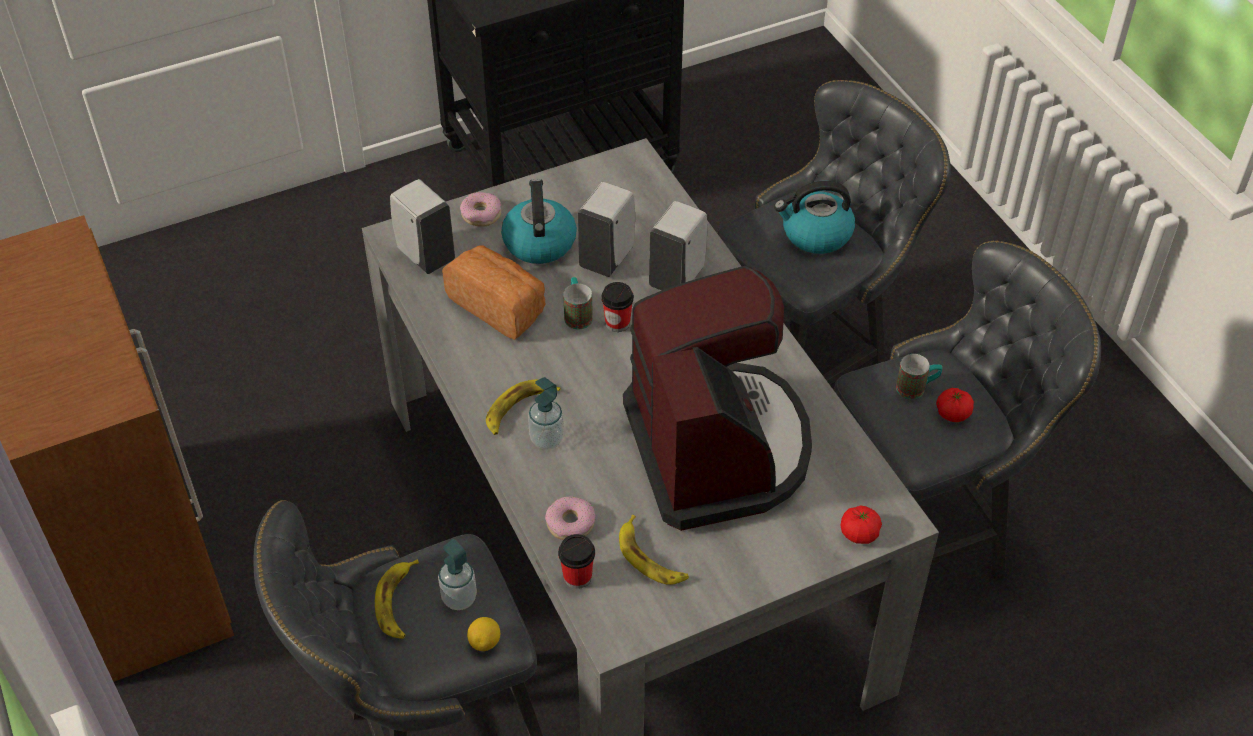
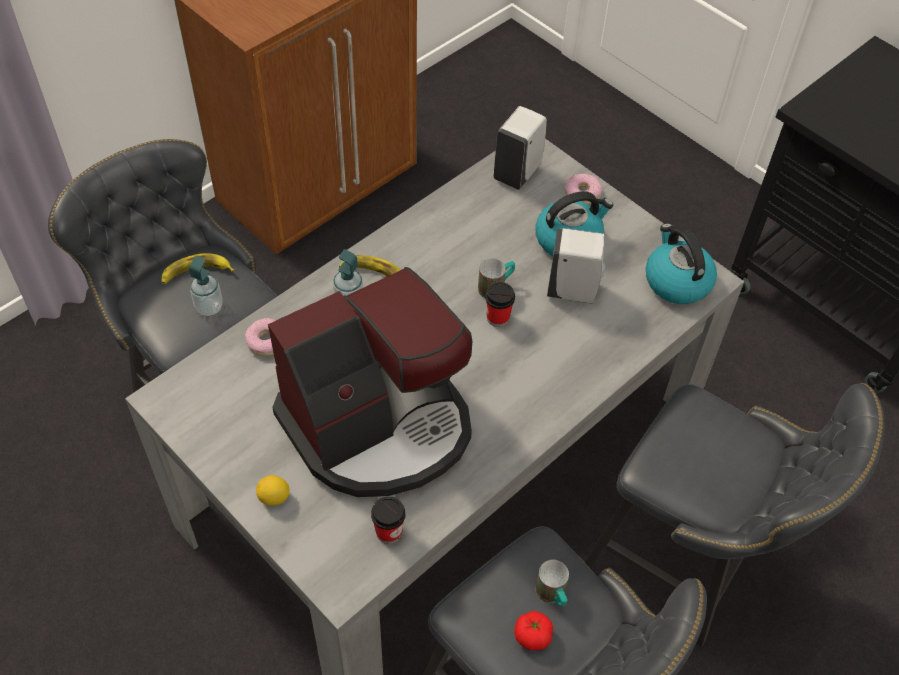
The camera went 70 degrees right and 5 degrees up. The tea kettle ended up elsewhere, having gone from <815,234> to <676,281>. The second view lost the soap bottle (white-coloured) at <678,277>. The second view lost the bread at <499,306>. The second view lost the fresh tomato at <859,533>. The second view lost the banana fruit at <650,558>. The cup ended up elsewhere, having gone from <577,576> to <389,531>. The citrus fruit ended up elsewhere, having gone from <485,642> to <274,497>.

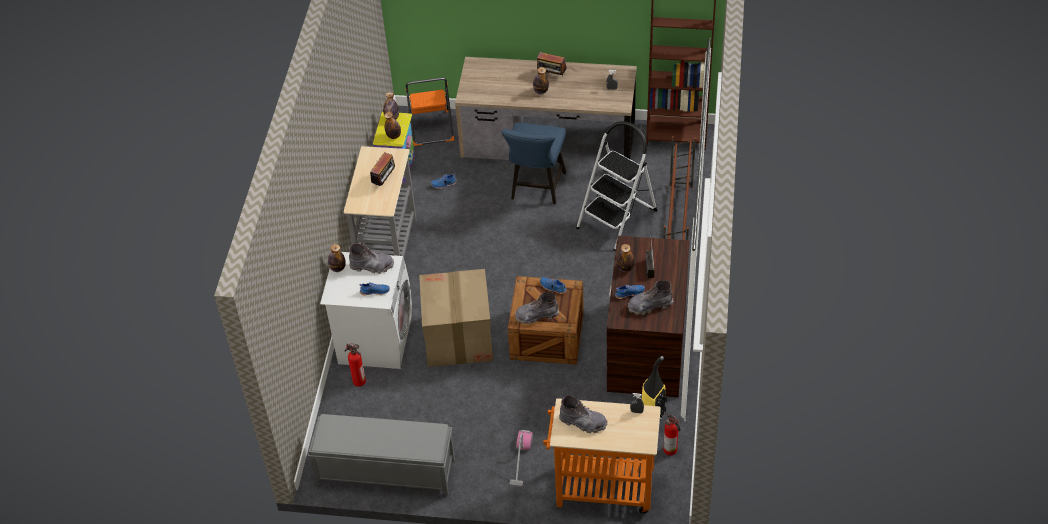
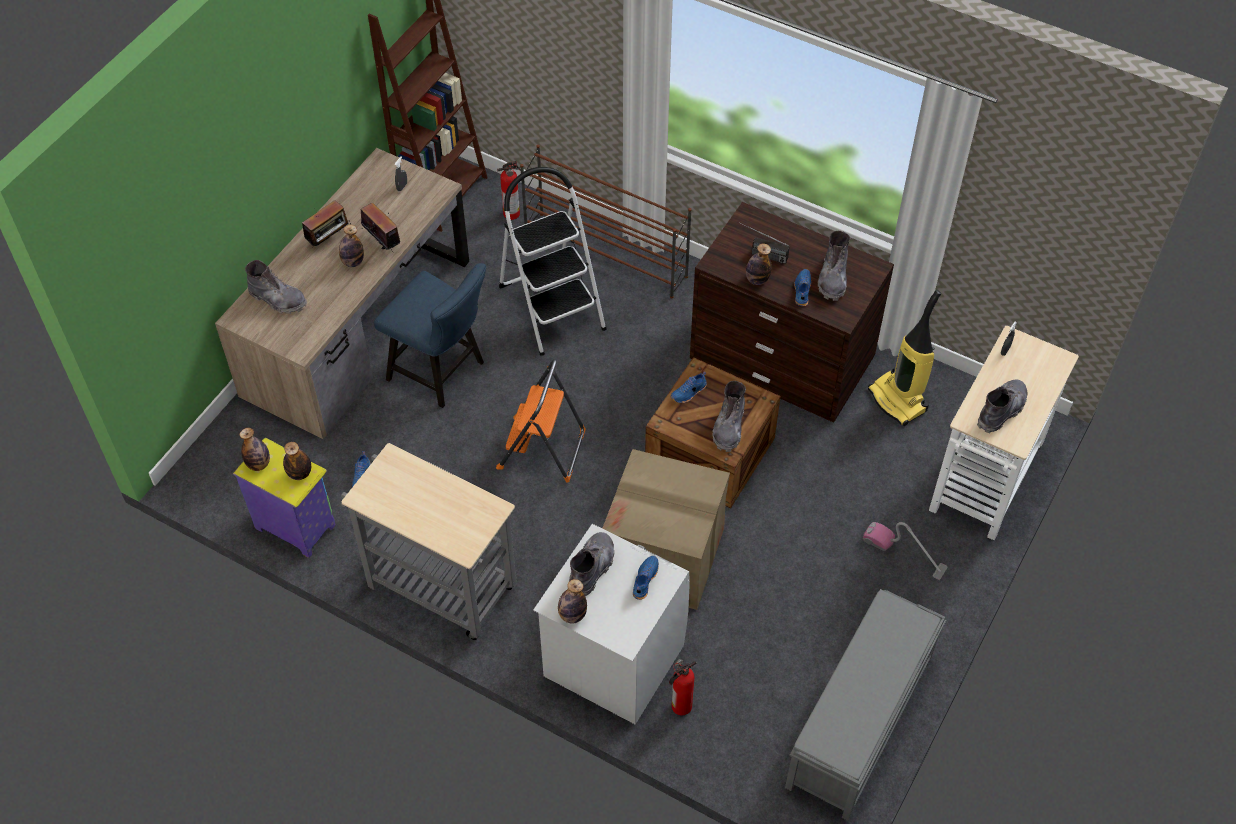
The camera went 70 degrees left and 5 degrees up. The step ladder (orange-coloured) ended up elsewhere, having gone from <431,129> to <545,450>. The radio ended up elsewhere, having gone from <384,180> to <383,242>. What was the cart (orange-coloured) at <603,489> turned into the cart (white-coloured) at <984,481>. The fire extinguisher ended up elsewhere, having gone from <671,450> to <513,213>. The second view gained the tall boot (gray) at <278,299>.

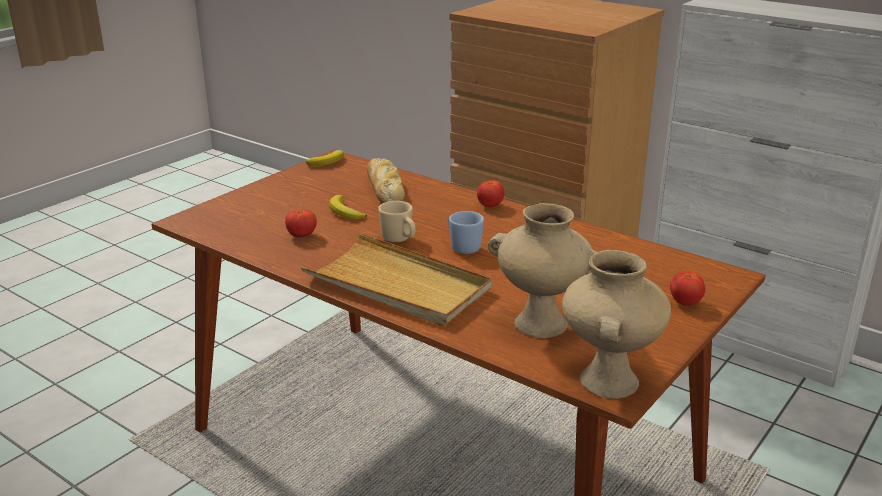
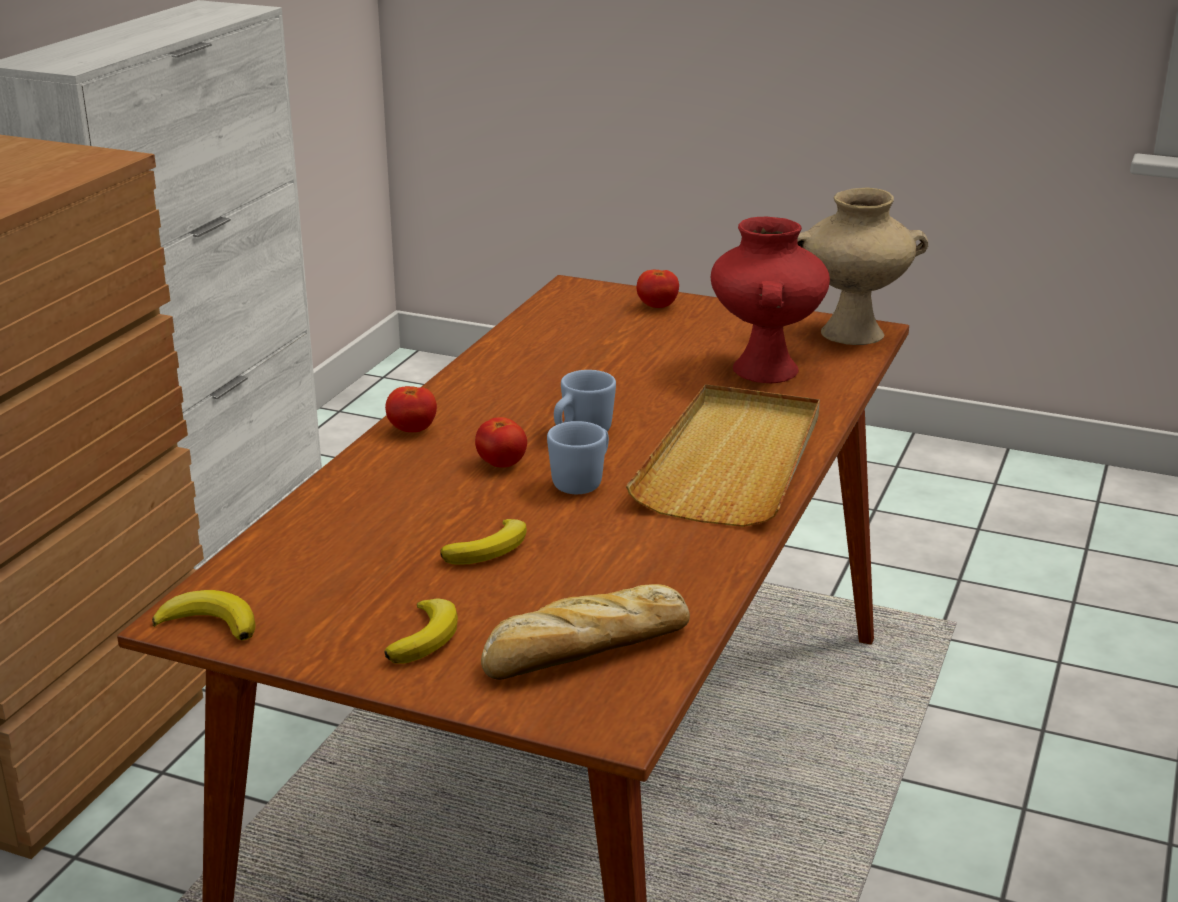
The camera went 105 degrees left and 0 degrees up. The bread ended up elsewhere, having gone from <385,189> to <583,650>. What was the tea mug (sand-coloured) at <399,240> turned into the tea mug (blue) at <583,482>. What was the flower vase (sand-coloured) at <542,323> turned into the flower vase (red) at <763,369>. The fresh tomato ended up elsewhere, having gone from <302,236> to <501,464>. The second view gained the banana fruit at <426,637>.

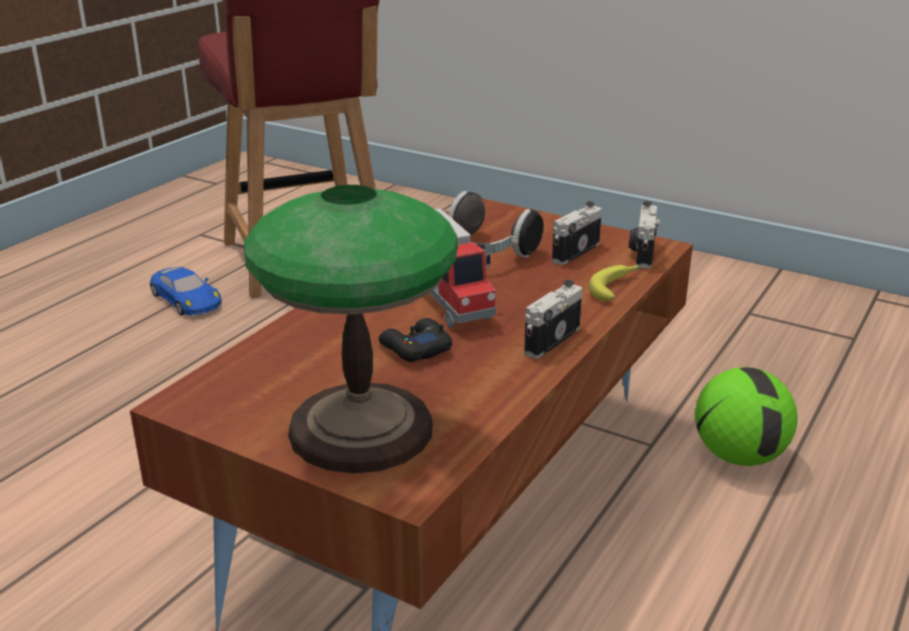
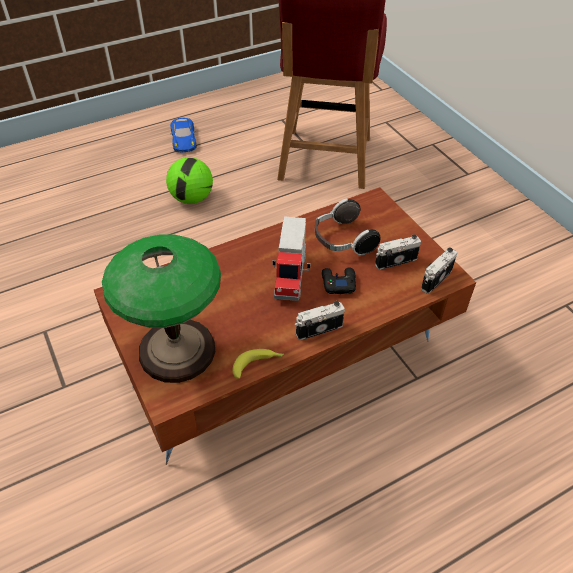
The camera went 30 degrees right and 20 degrees up. The banana fruit ended up elsewhere, having gone from <616,287> to <258,365>. The miniature car (blue) ended up elsewhere, having gone from <186,299> to <183,139>. The gamepad (black) ended up elsewhere, having gone from <415,348> to <338,283>. The football ball ended up elsewhere, having gone from <739,456> to <191,198>.

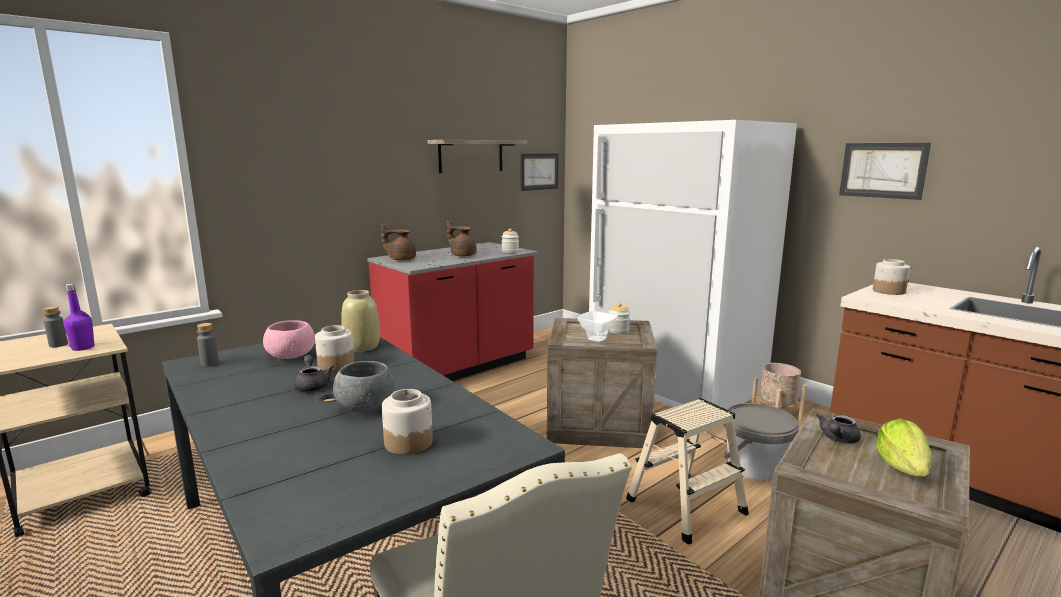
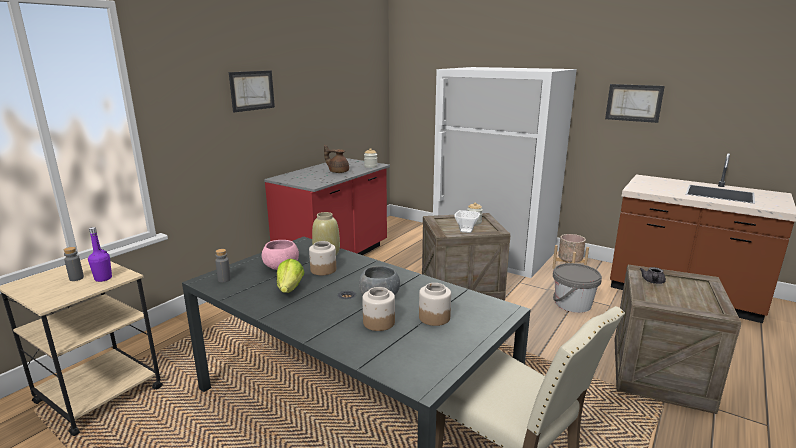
The camera went 15 degrees left and 5 degrees up. The second view lost the bracket shelf at <471,156>. The picture ended up elsewhere, having gone from <539,171> to <252,90>. The second view lost the teapot (brownish) at <401,259>. The jar ended up elsewhere, having gone from <888,291> to <378,322>. The second view lost the teapot (gray) at <312,385>. The second view lost the step ladder (sand-coloured) at <686,506>. The head of lettuce ended up elsewhere, having gone from <902,468> to <290,289>.

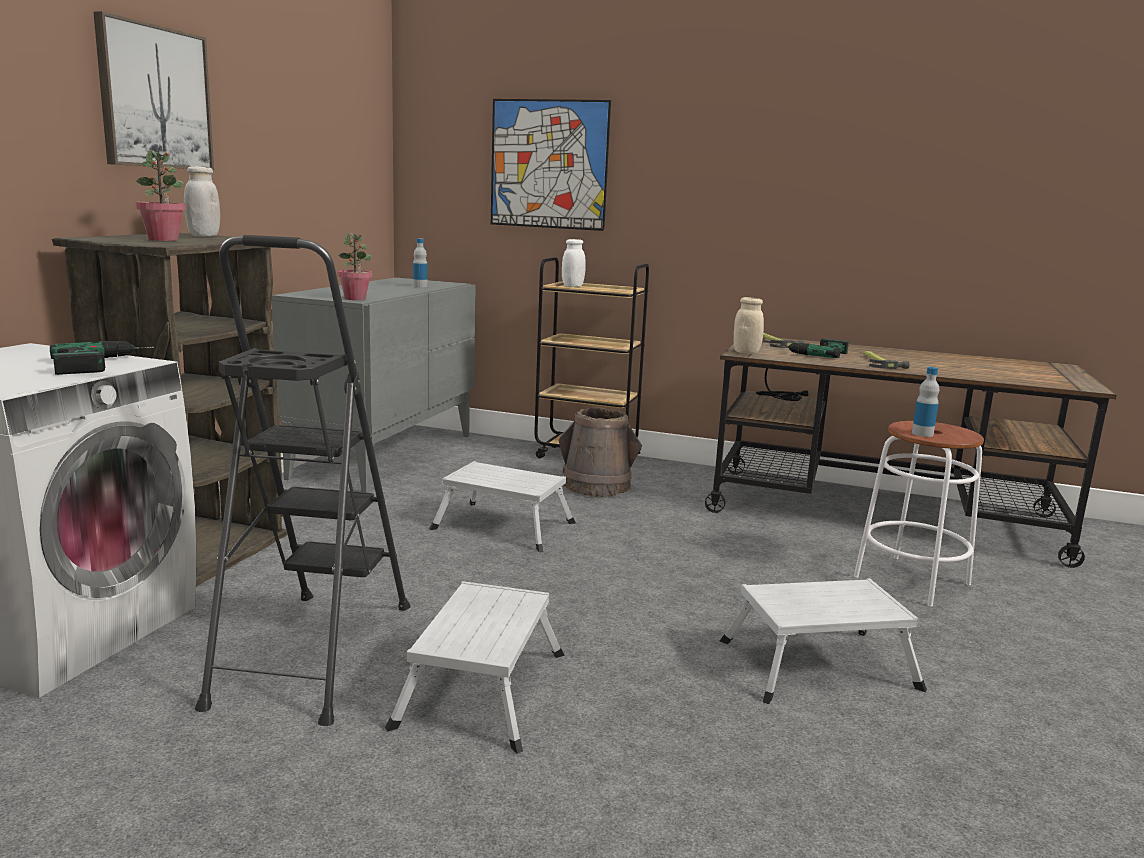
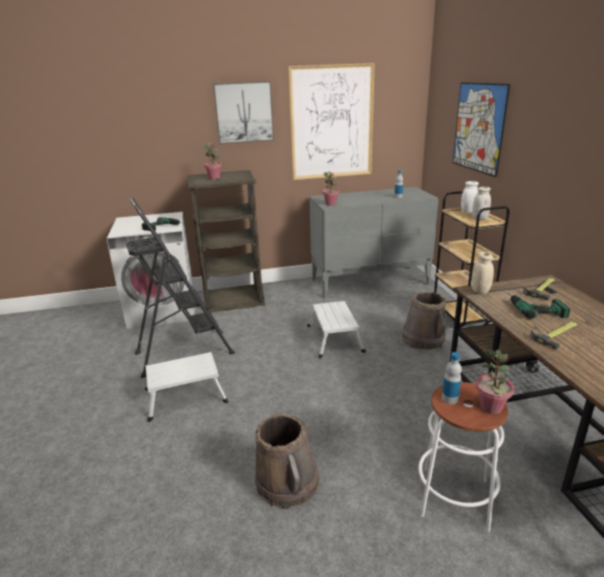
The camera went 60 degrees right and 10 degrees up. The jar (white-coloured) ended up elsewhere, having gone from <203,236> to <479,219>. Where the step ladder (white-coloured) stood at <817,664>, the pail (brownish) came to stand at <287,482>. The second view gained the picture at <331,123>. The second view gained the potted plant at <491,407>.

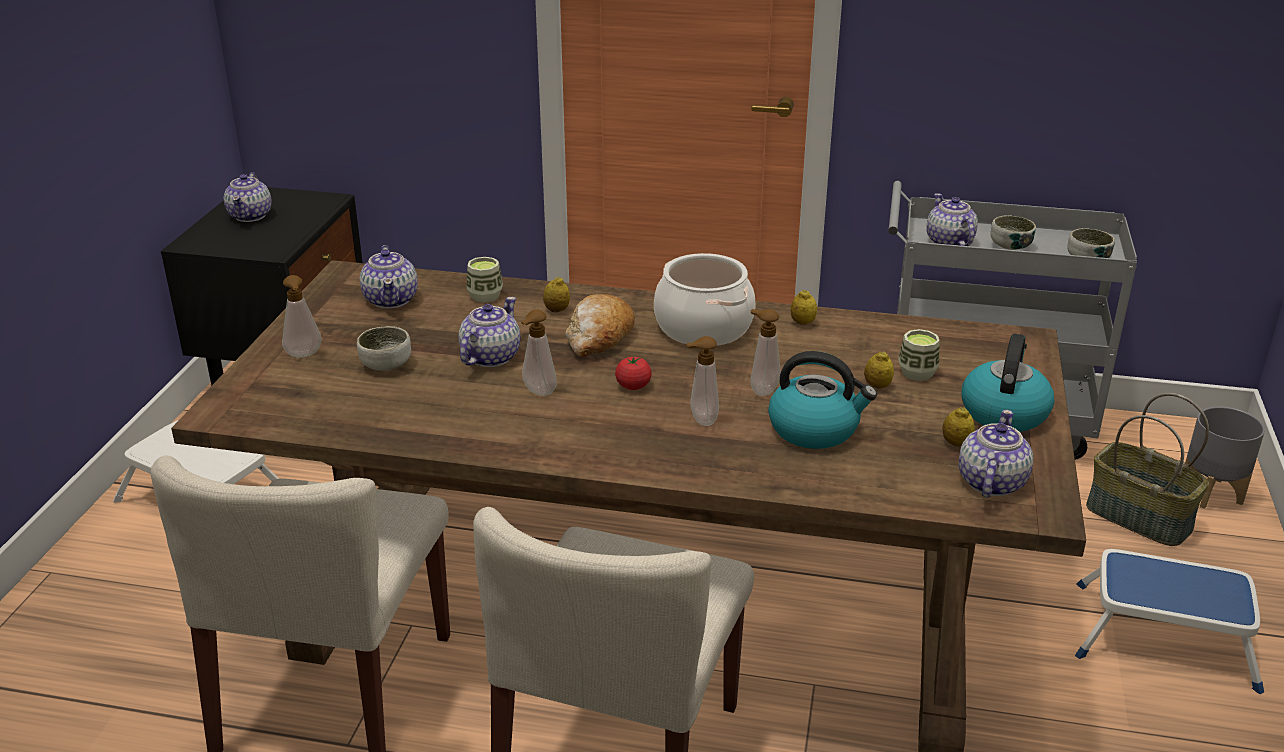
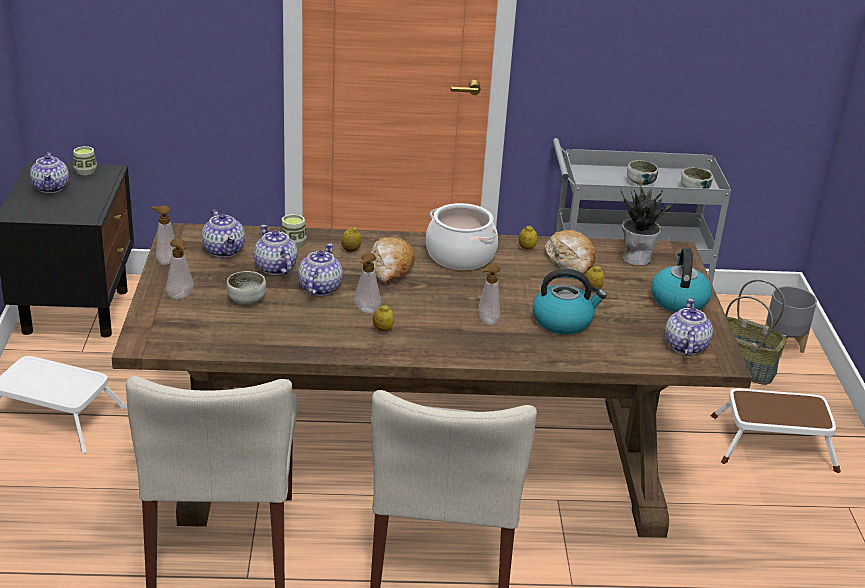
The camera went 15 degrees left and 0 degrees up. The teapot ended up elsewhere, having gone from <949,242> to <275,268>. The soap bottle ended up elsewhere, having gone from <761,390> to <165,261>. The cup ended up elsewhere, having gone from <917,373> to <85,171>. The second view lost the fresh tomato at <633,386>. The citrus fruit ended up elsewhere, having gone from <956,443> to <383,329>. What was the step ladder (blue) at <1164,635> turned into the step ladder (brownish) at <773,443>. The second view gained the potted plant at <636,258>. The second view gained the bread at <571,260>.

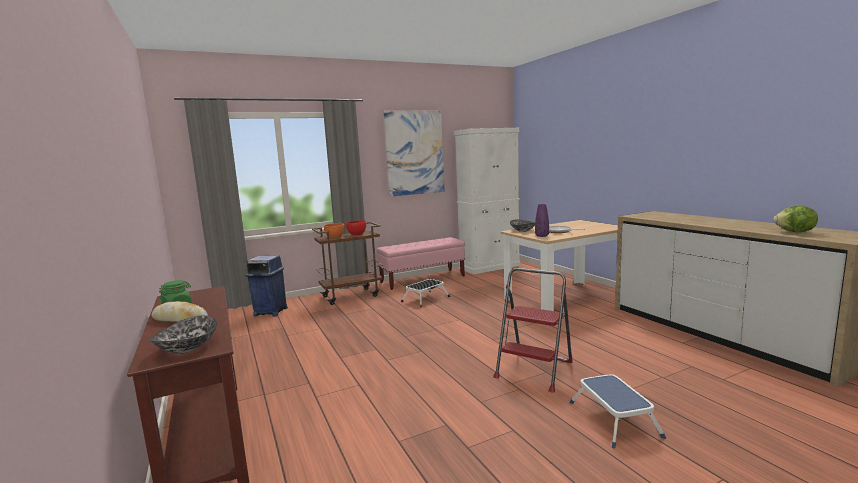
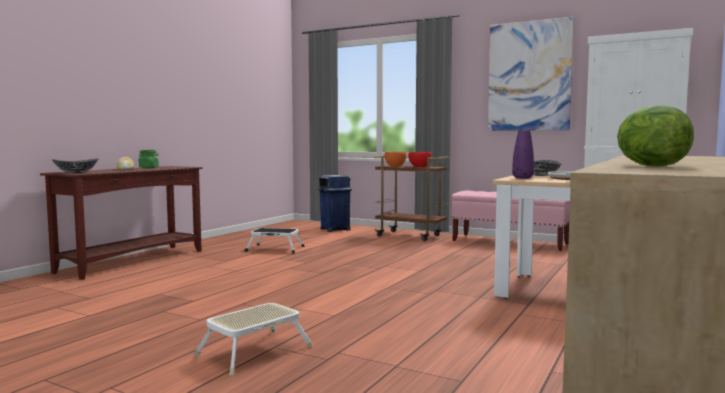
The camera went 55 degrees right and 5 degrees down. The second view lost the step ladder (red) at <536,368>. The step ladder (black) ended up elsewhere, having gone from <426,299> to <275,249>. What was the step ladder (blue) at <614,419> turned into the step ladder (sand-coloured) at <255,351>.

